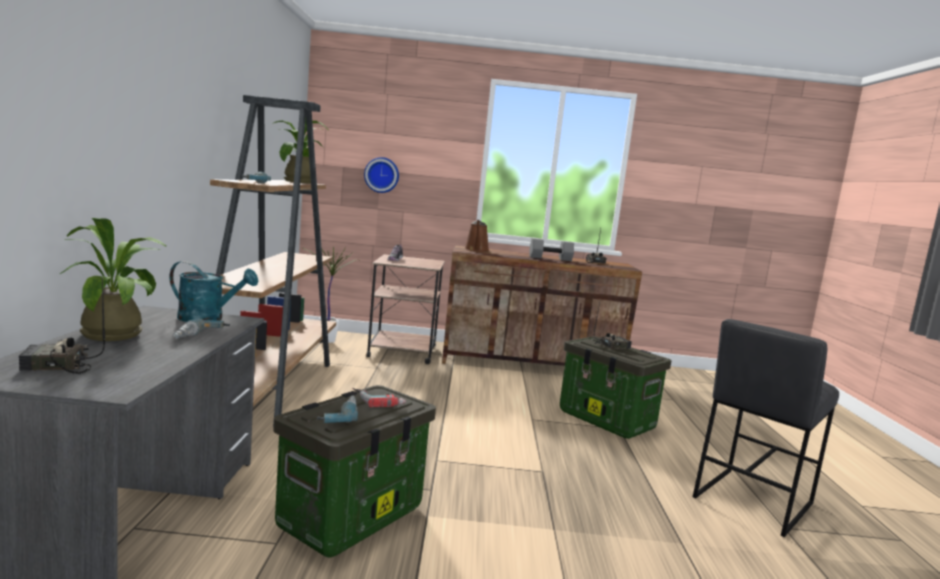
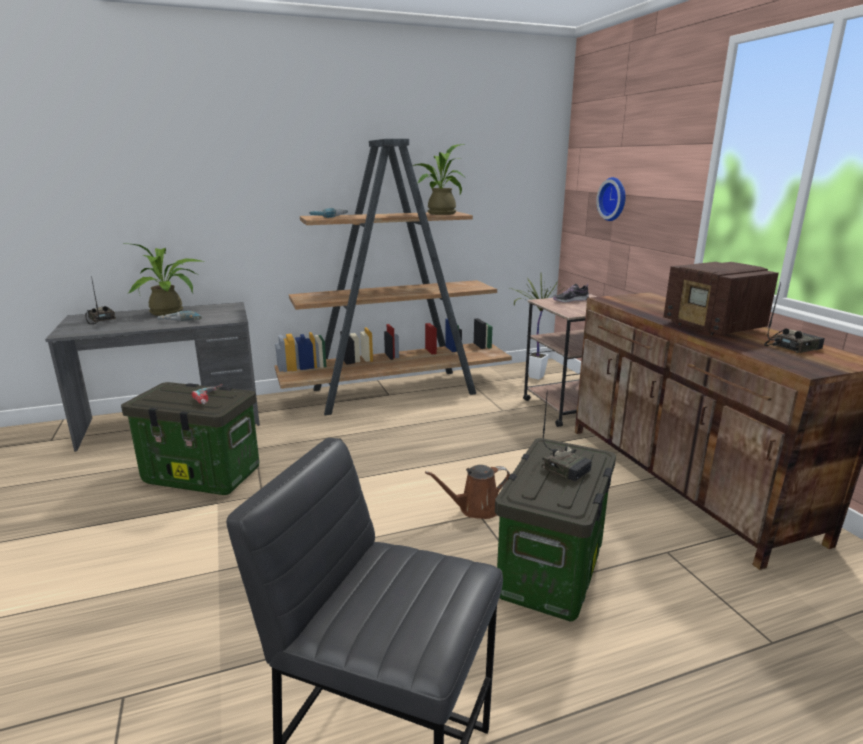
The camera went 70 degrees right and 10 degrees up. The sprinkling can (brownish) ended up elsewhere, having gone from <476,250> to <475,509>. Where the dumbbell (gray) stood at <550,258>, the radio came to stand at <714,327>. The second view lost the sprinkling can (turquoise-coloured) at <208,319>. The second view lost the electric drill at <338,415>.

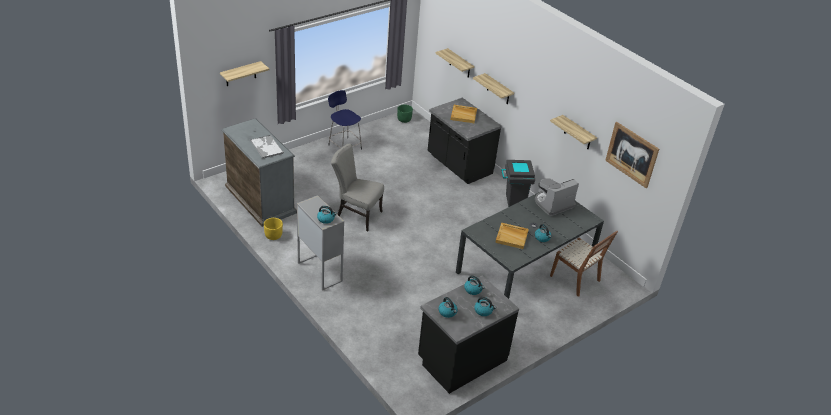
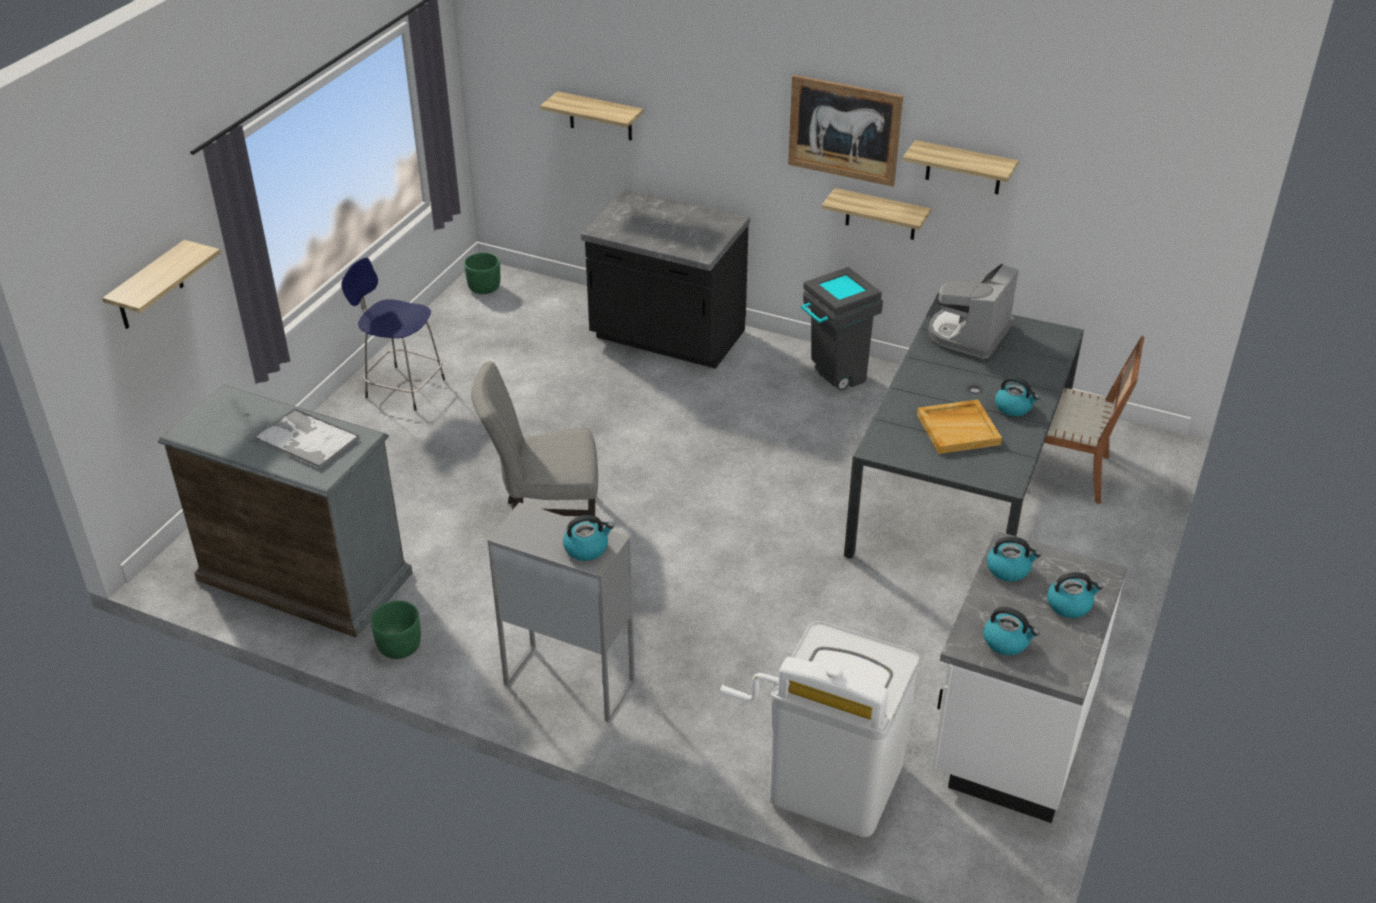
The camera went 25 degrees left and 0 degrees up. The bracket shelf ended up elsewhere, having gone from <498,89> to <881,215>. The second view lost the serving tray (sand-coloured) at <464,115>. The picture ended up elsewhere, having gone from <632,154> to <844,130>. What was the plant pot (yellowish) at <273,236> turned into the plant pot (green-coloured) at <399,647>. What was the counter (black) at <461,359> turned into the counter (white-coloured) at <1010,735>. The second view gained the laundry machine (white-coloured) at <832,784>.

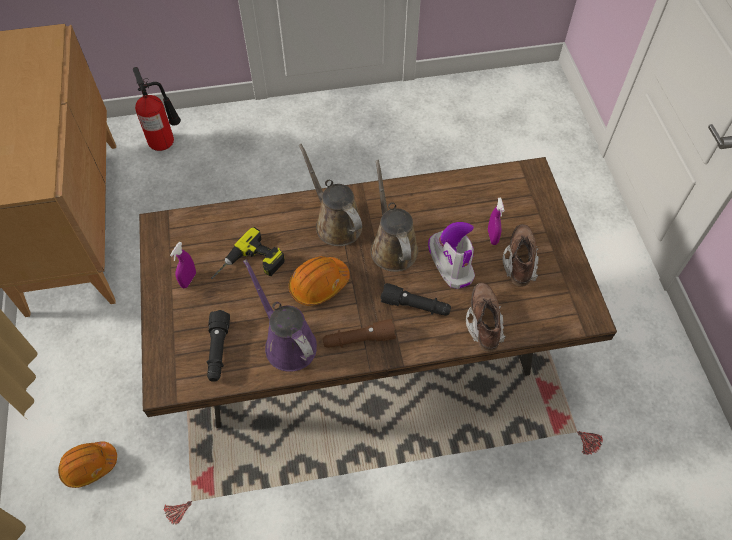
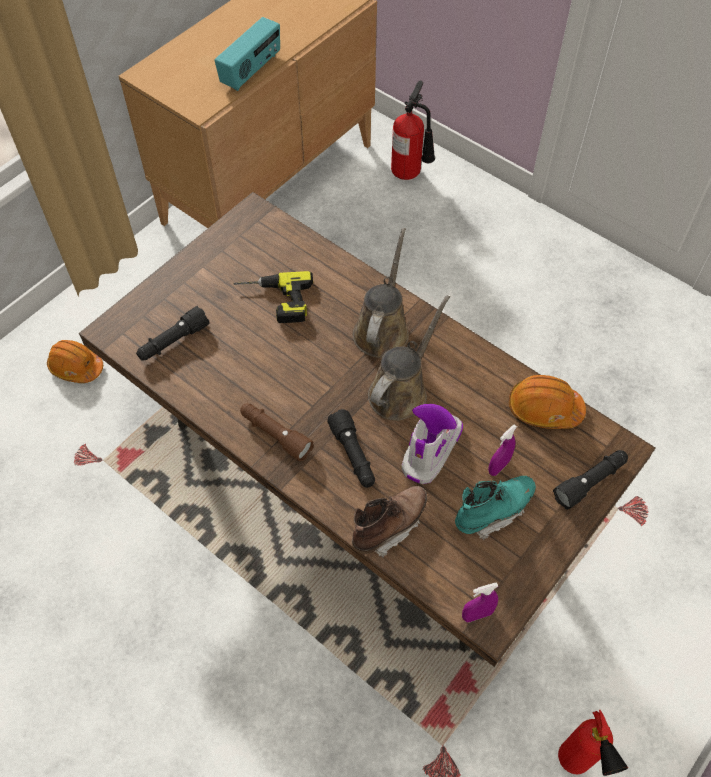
The camera went 50 degrees right and 0 degrees up. What was the tall boot (brownish) at <519,262> turned into the tall boot (turquoise-coloured) at <493,511>. The spray bottle (purple) ended up elsewhere, having gone from <188,280> to <477,615>. The hard hat (orange-coloured) ended up elsewhere, having gone from <318,285> to <544,408>. The second view lost the sprinkling can (purple) at <287,343>. The second view gained the radio at <251,71>. The second view gained the flashlight (black) at <590,482>. The second view gained the fire extinguisher at <576,766>.

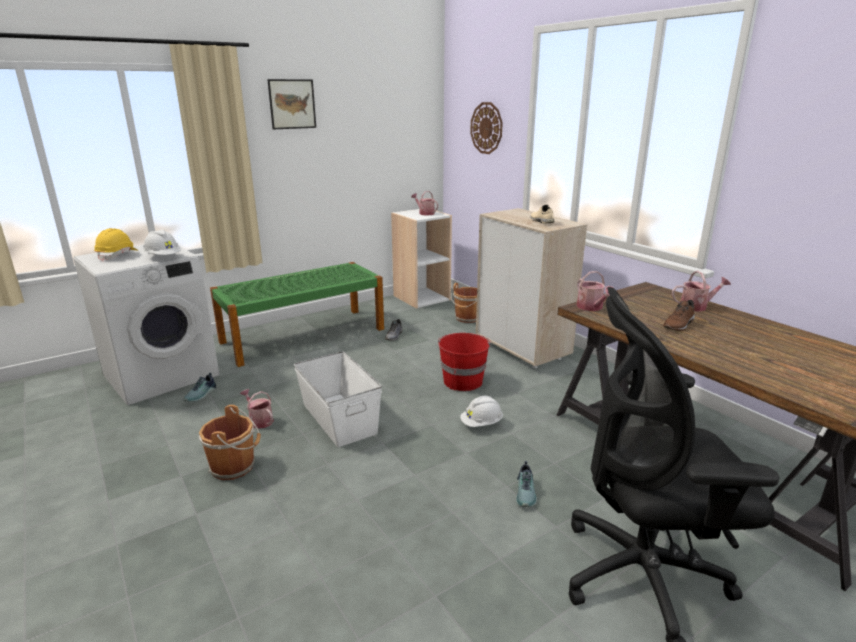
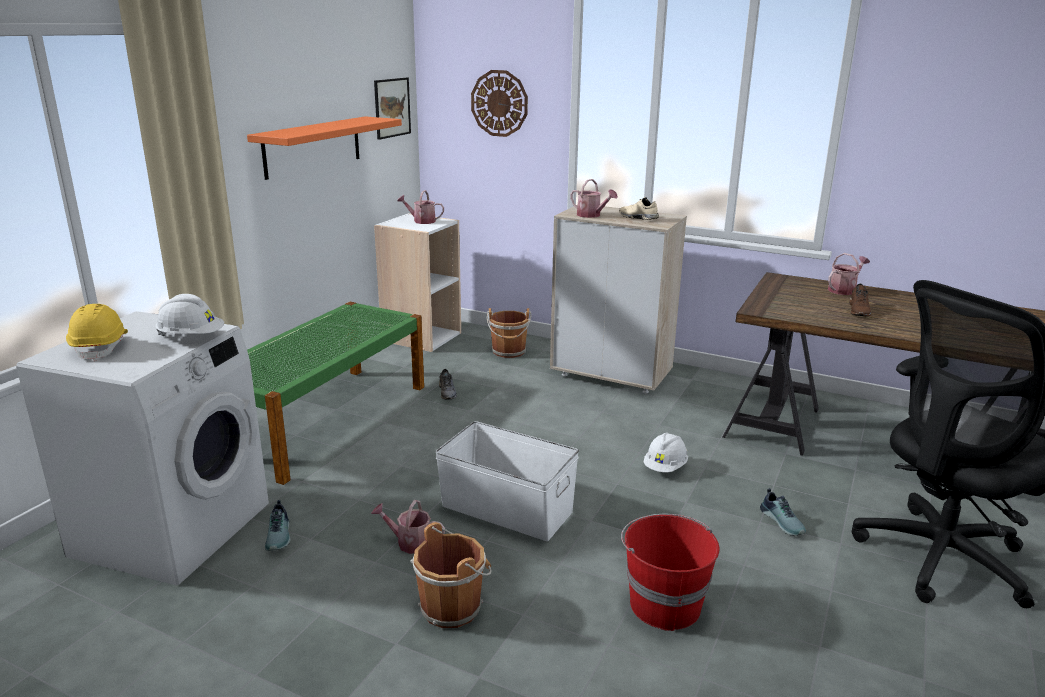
The camera went 30 degrees left and 0 degrees up. The picture ended up elsewhere, having gone from <292,104> to <392,108>. The sprinkling can ended up elsewhere, having gone from <591,308> to <591,215>. The pail (red) ended up elsewhere, having gone from <462,381> to <663,604>. The second view gained the bracket shelf (orange-coloured) at <313,146>.

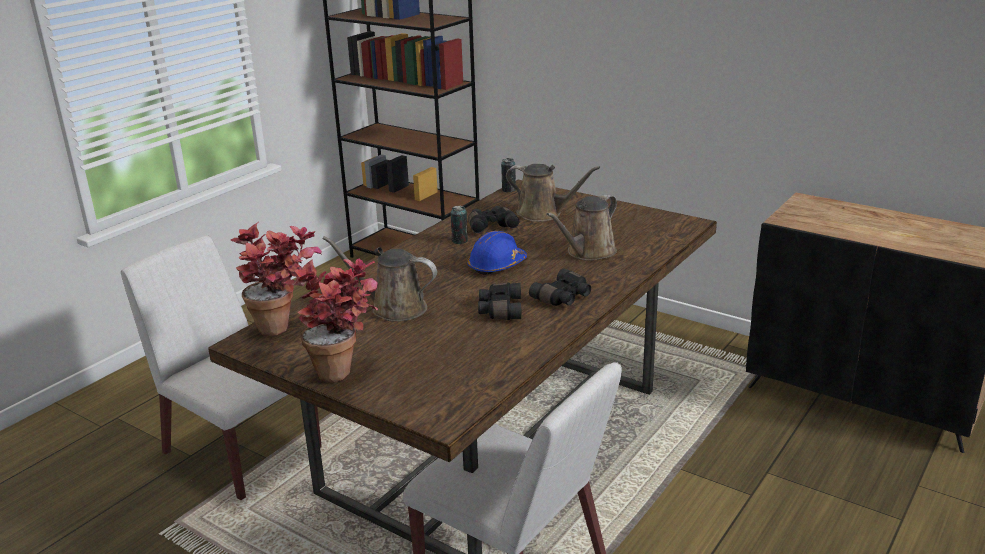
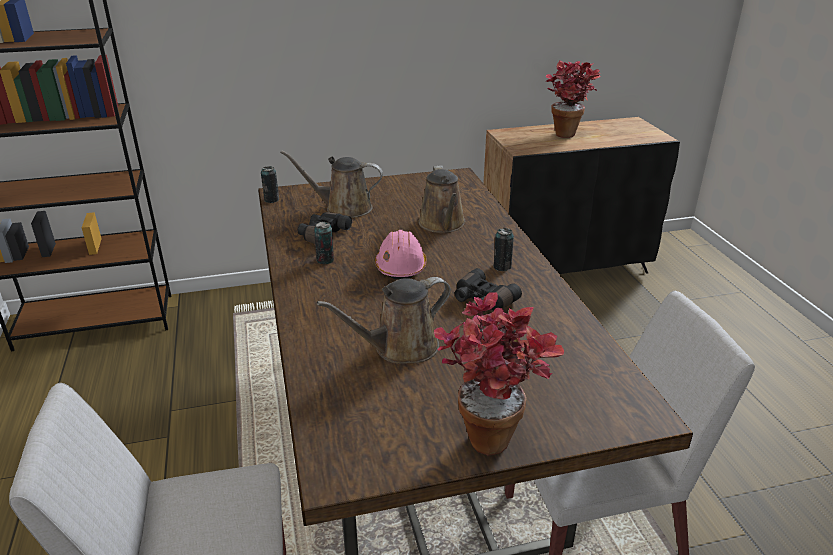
The camera went 50 degrees left and 5 degrees up. The sprinkling can (brownish) at <543,213> ended up facing another way, 150 degrees counterclockwise from before. The potted plant ended up elsewhere, having gone from <285,328> to <566,132>. What was the hard hat (blue) at <496,265> turned into the hard hat (pink-coloured) at <401,266>. Where the pair of binoculars (black) stood at <563,297>, the metal can came to stand at <502,267>.

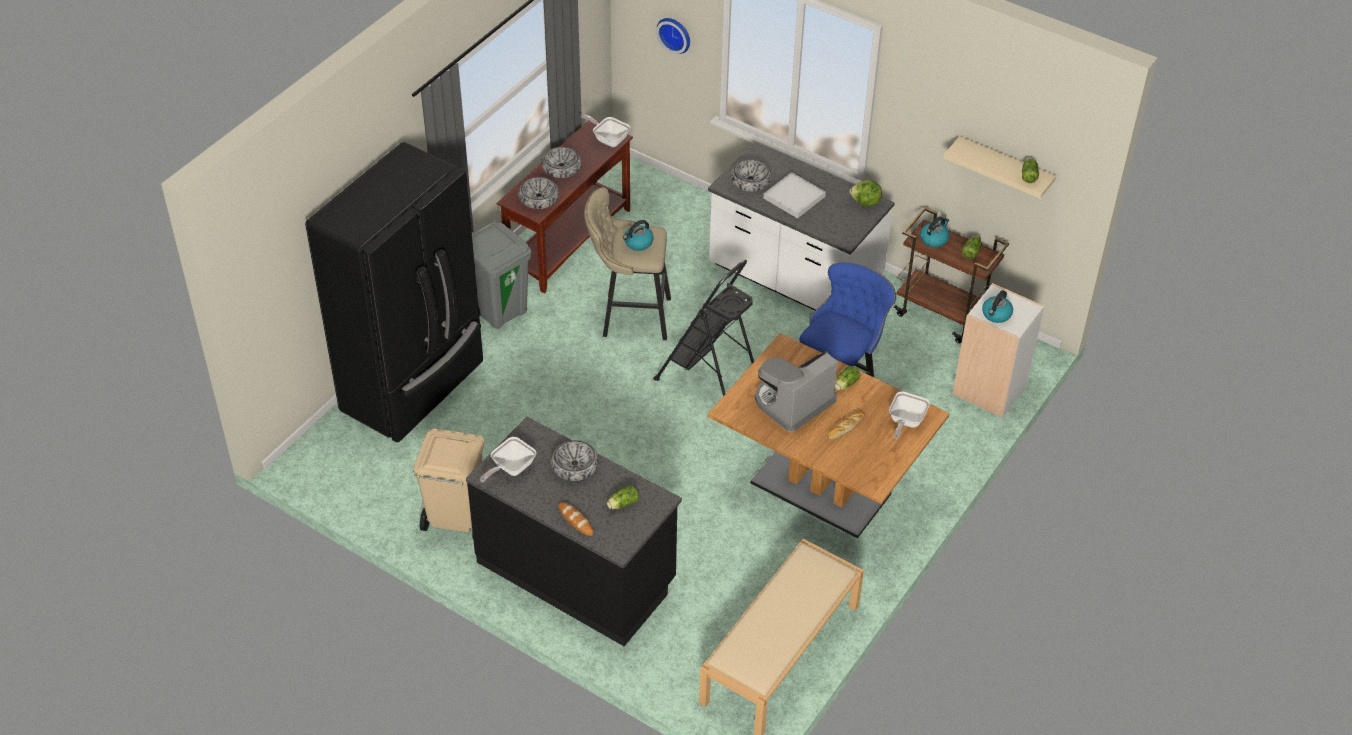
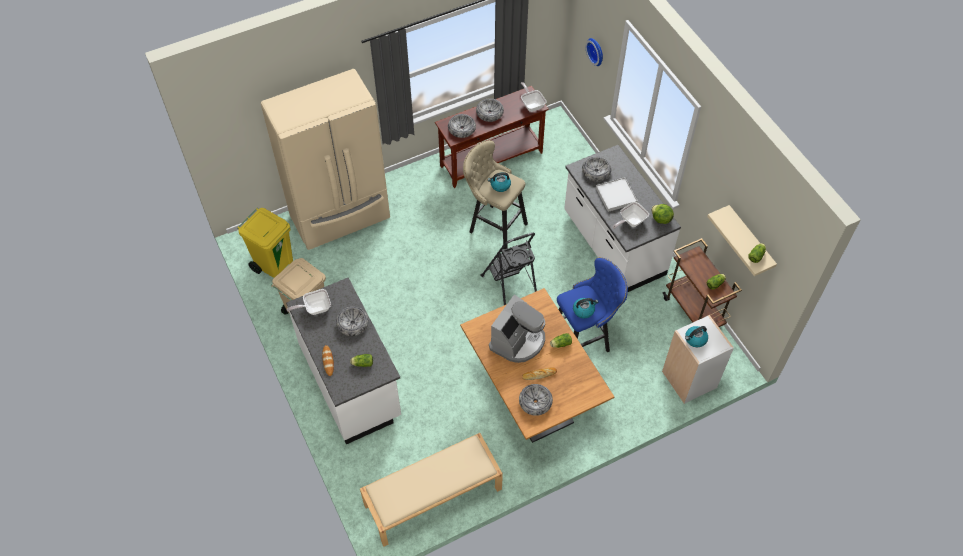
The camera went 30 degrees right and 10 degrees up. What was the refrigerator (black) at <417,387> turned into the refrigerator (sand-coloured) at <342,218>. The tea kettle ended up elsewhere, having gone from <934,239> to <584,310>. The second view lost the waste bin (gray) at <500,311>. The coffee maker at <793,402> ended up facing another way, 135 degrees clockwise from before. The skillet ended up elsewhere, having gone from <905,422> to <630,221>. What was the counter (black) at <577,572> turned into the counter (white-coloured) at <351,382>. The second view gained the waste bin (yellowish) at <274,263>. The second view gained the serving bowl at <535,402>.

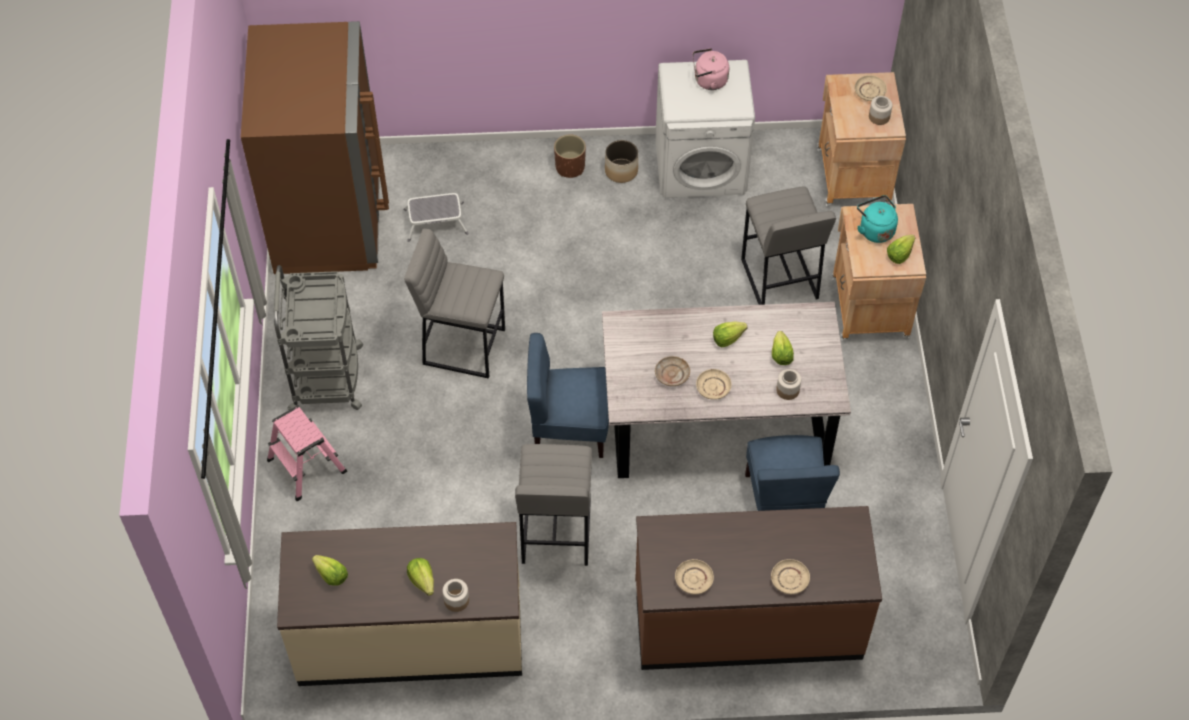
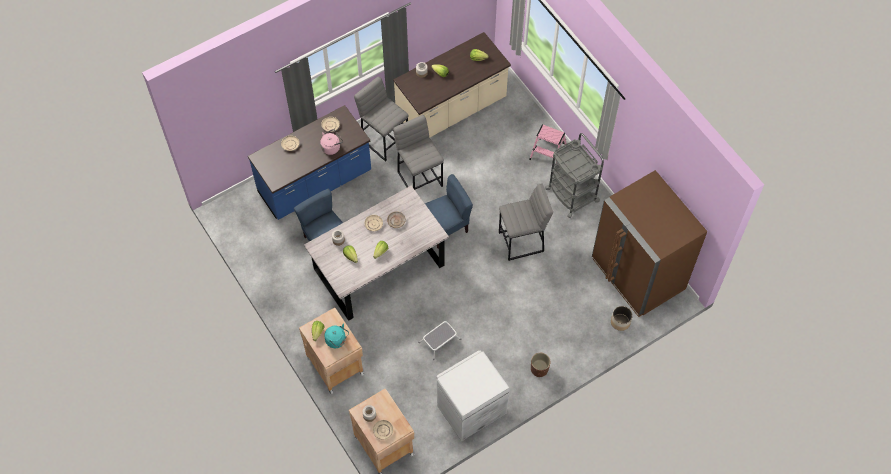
The camera went 150 degrees right and 5 degrees up. The tea kettle (pink-coloured) ended up elsewhere, having gone from <708,81> to <331,147>. The plant pot ended up elsewhere, having gone from <621,170> to <620,322>. The stool (gray) ended up elsewhere, having gone from <780,281> to <384,140>. The step ladder (gray) ended up elsewhere, having gone from <435,222> to <439,340>. What was the counter (brownish) at <747,620> turned into the counter (blue) at <315,183>.

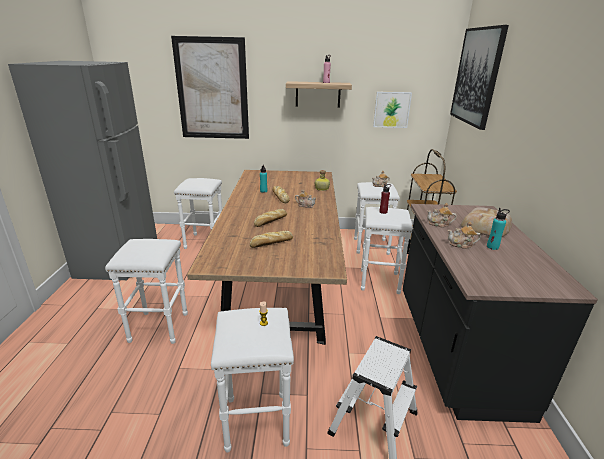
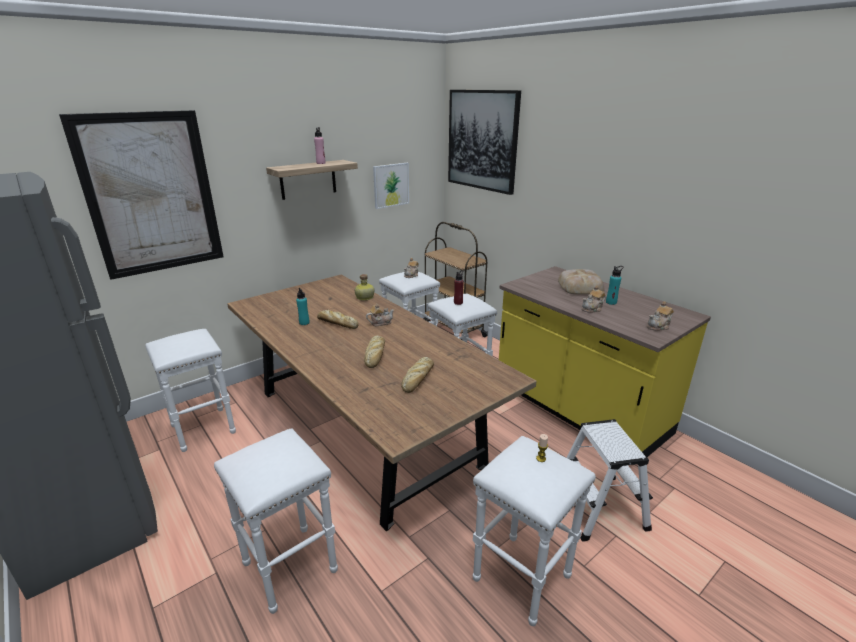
The camera went 40 degrees left and 0 degrees up. The teapot ended up elsewhere, having gone from <439,224> to <658,326>. What was the counter (black) at <454,350> turned into the counter (yellowish) at <578,410>.

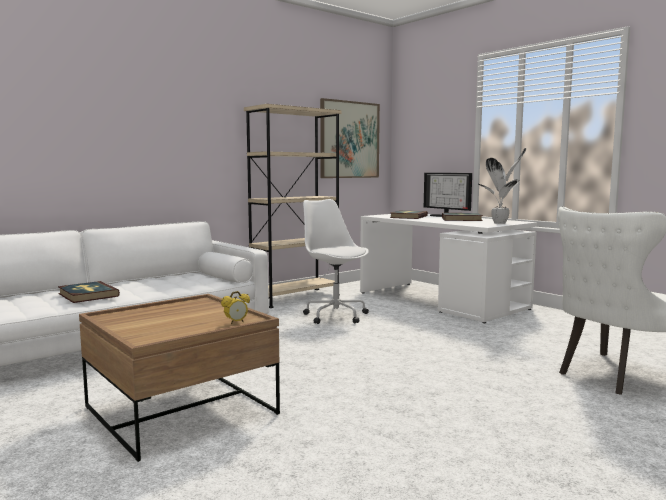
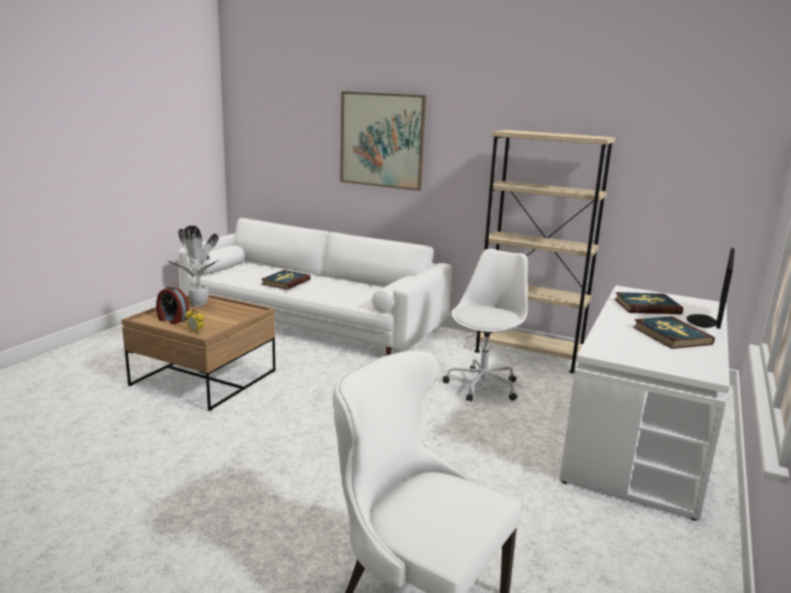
The camera went 65 degrees right and 10 degrees up. The picture ended up elsewhere, having gone from <349,140> to <382,140>. The potted plant ended up elsewhere, having gone from <501,223> to <198,304>. The second view gained the alarm clock at <172,320>.

